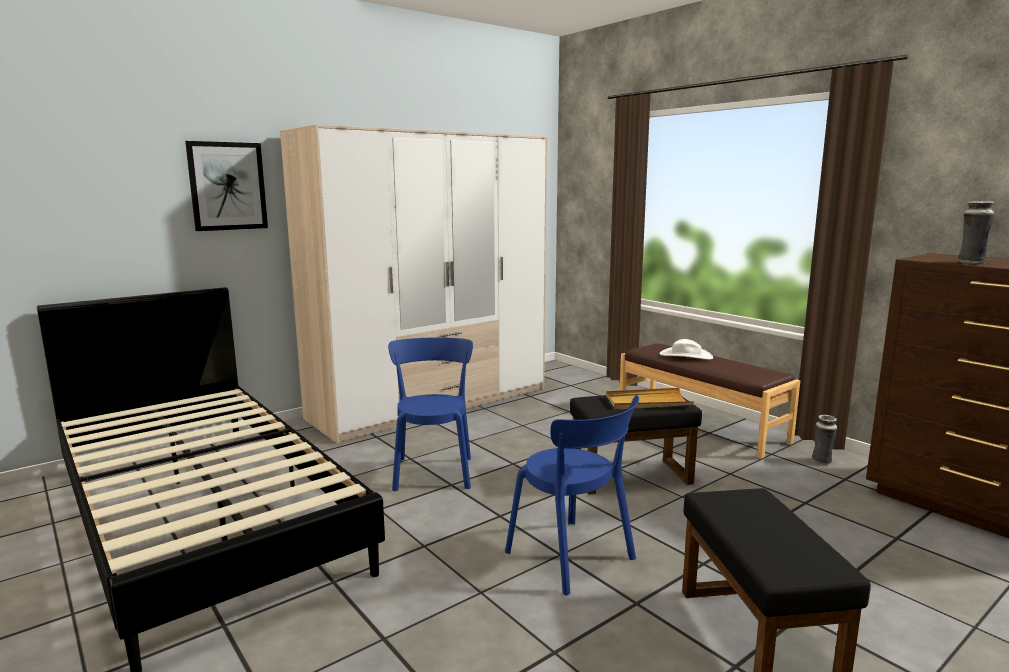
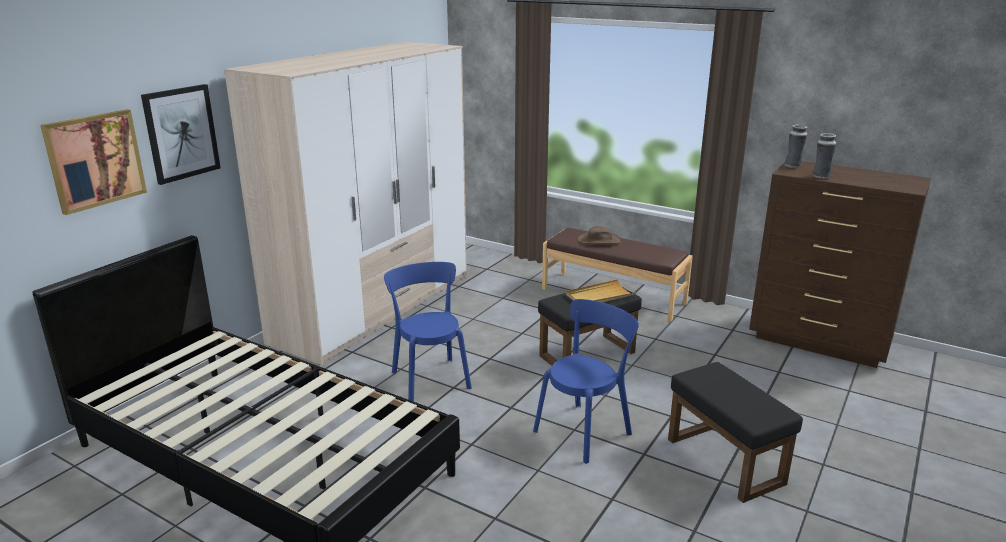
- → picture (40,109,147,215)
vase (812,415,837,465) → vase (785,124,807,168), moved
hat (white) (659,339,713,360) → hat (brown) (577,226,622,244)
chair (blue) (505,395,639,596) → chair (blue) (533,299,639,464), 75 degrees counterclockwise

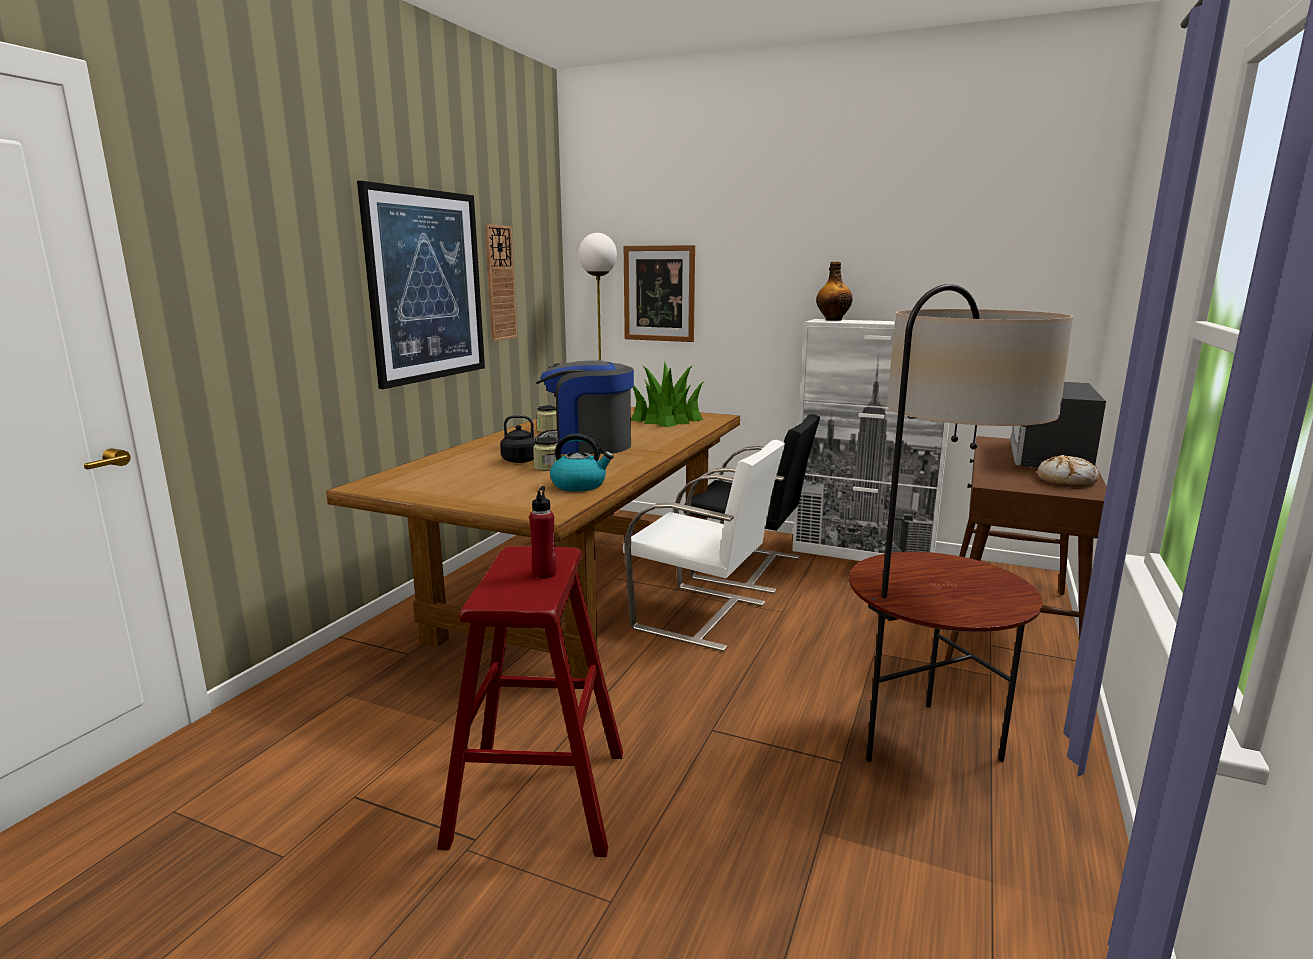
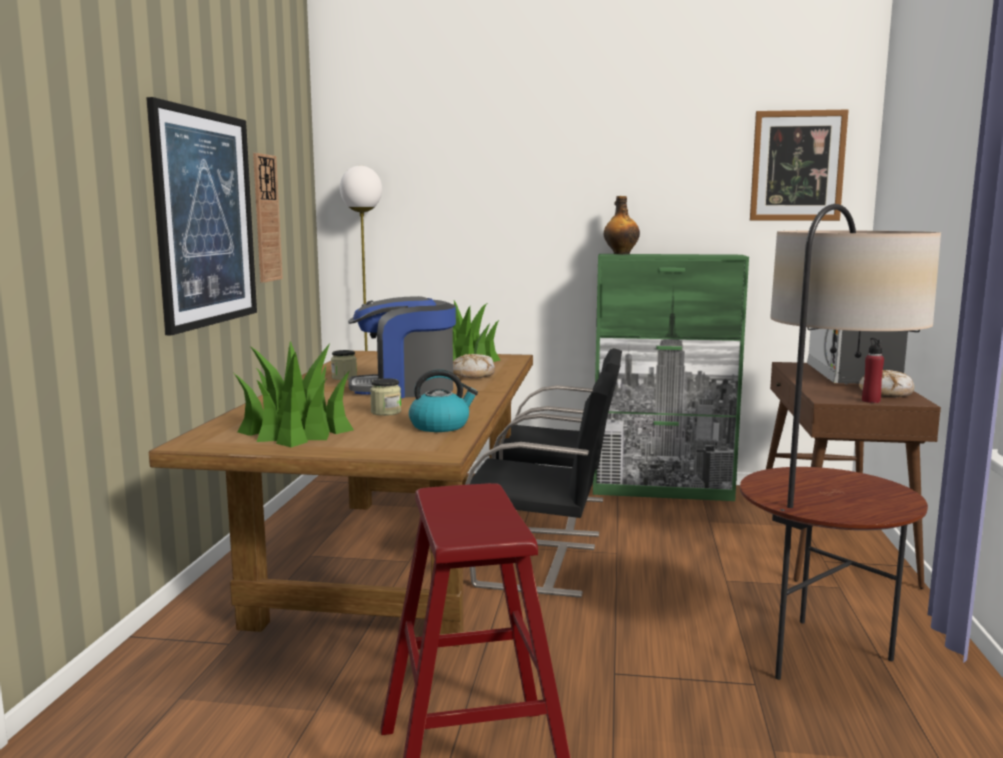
kettle (black) (500,415,549,463) → -
- → potted plant (234,341,354,447)
- → bread (453,354,495,378)
bottle (red) (529,486,556,579) → bottle (red) (862,338,884,403), moved
picture (624,245,695,342) → picture (750,110,849,221), moved
chair (white) (623,440,785,652) → chair (black) (465,372,616,598)
cabinet (white) (792,319,949,561) → cabinet (green) (593,254,749,501)

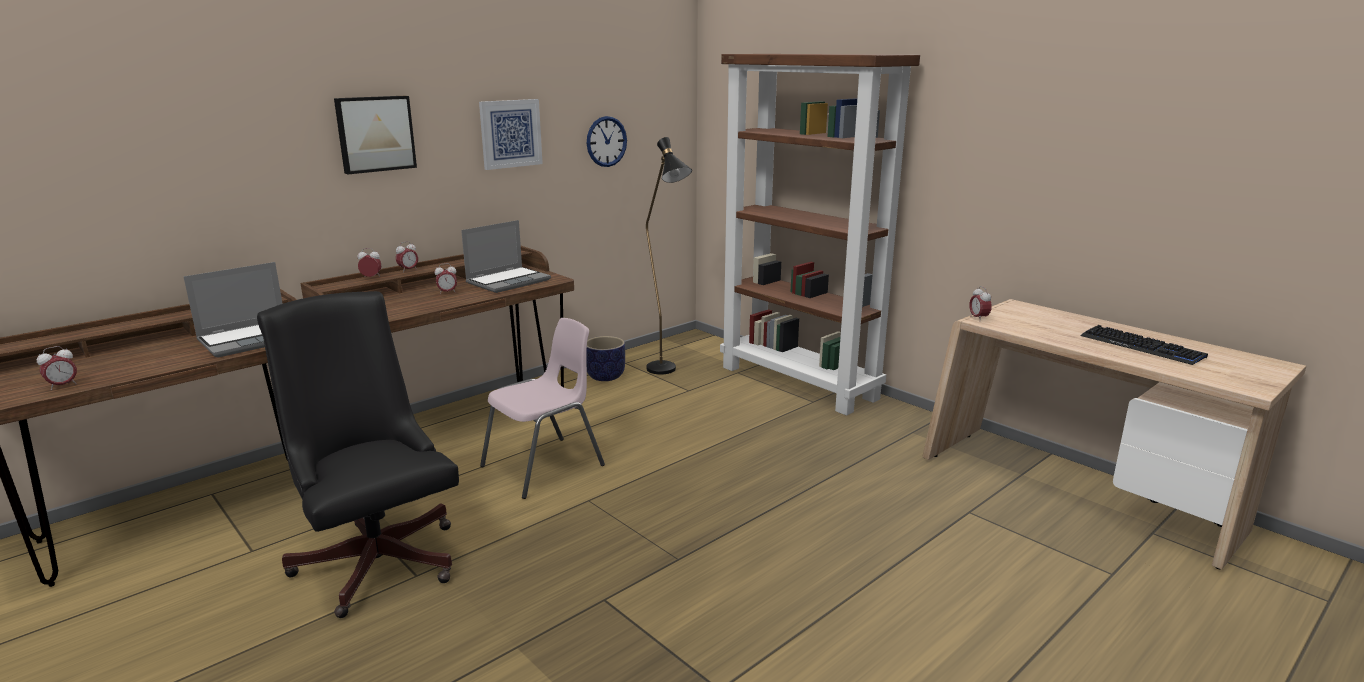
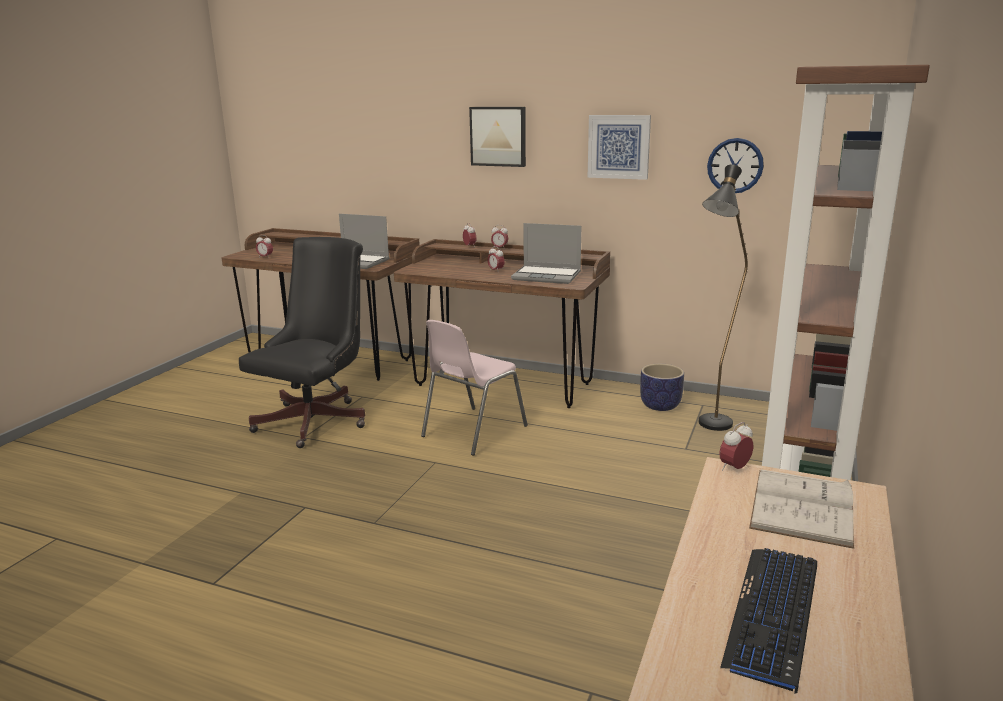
- → book (white) (749,469,854,549)
chair (pink) (480,318,605,499) → chair (pink) (421,320,528,456), 105 degrees clockwise

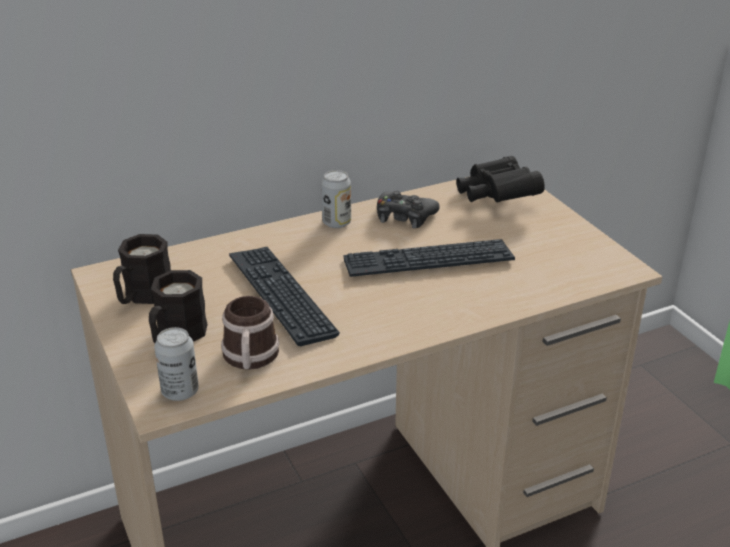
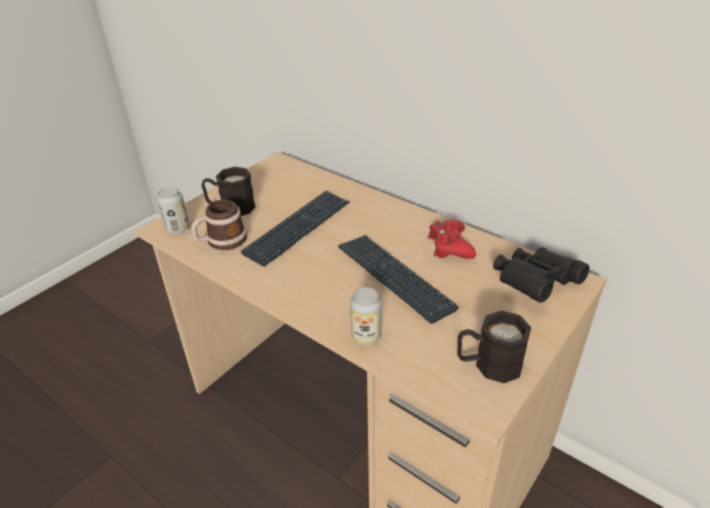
mug (black) (113,234,171,304) → mug (black) (457,310,531,383), moved
can (321,170,351,228) → can (350,287,382,345), moved
game controller (black) (377,191,440,229) → game controller (red) (428,220,476,259)

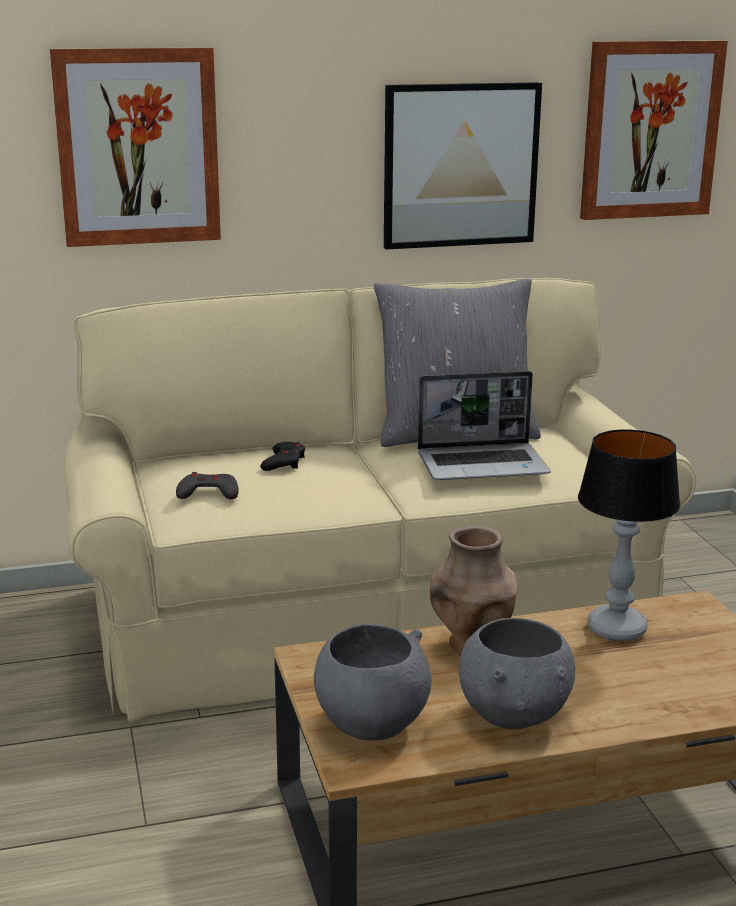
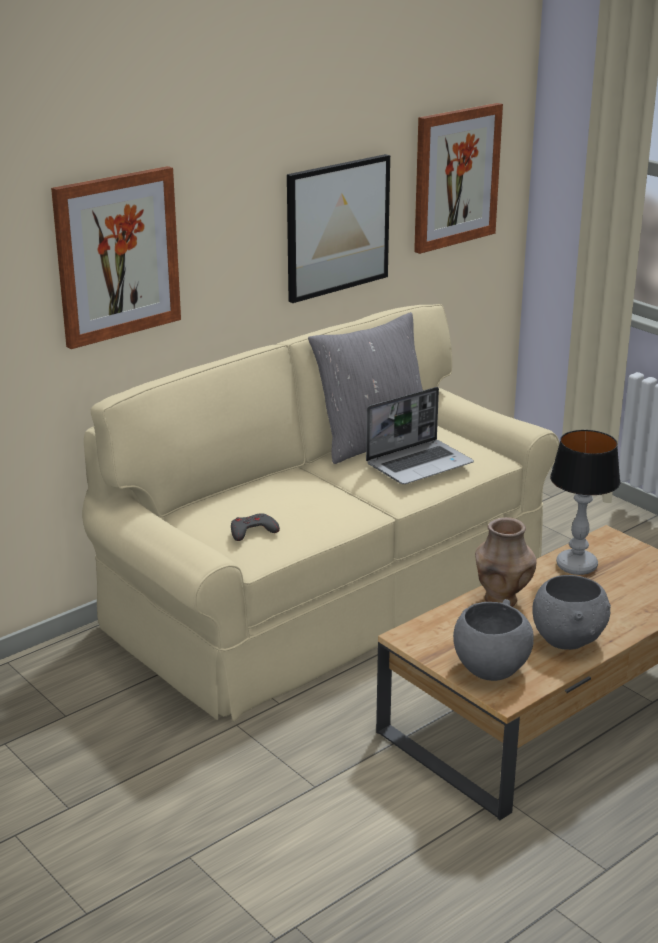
game controller (black) (260,442,305,471) → -

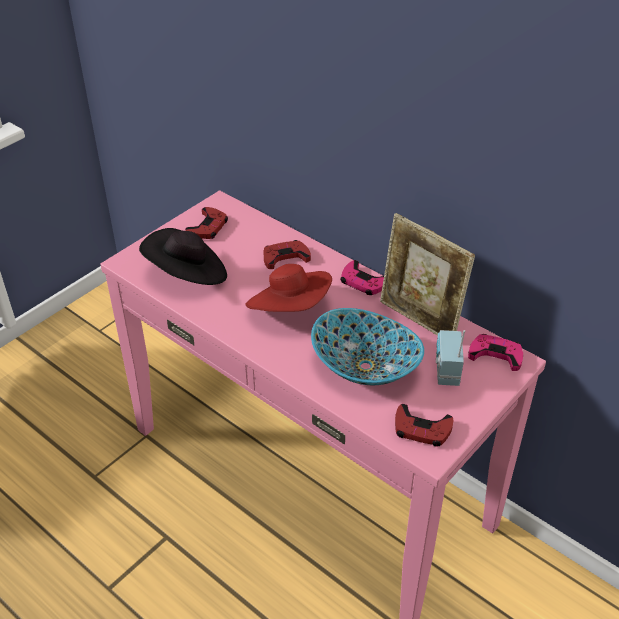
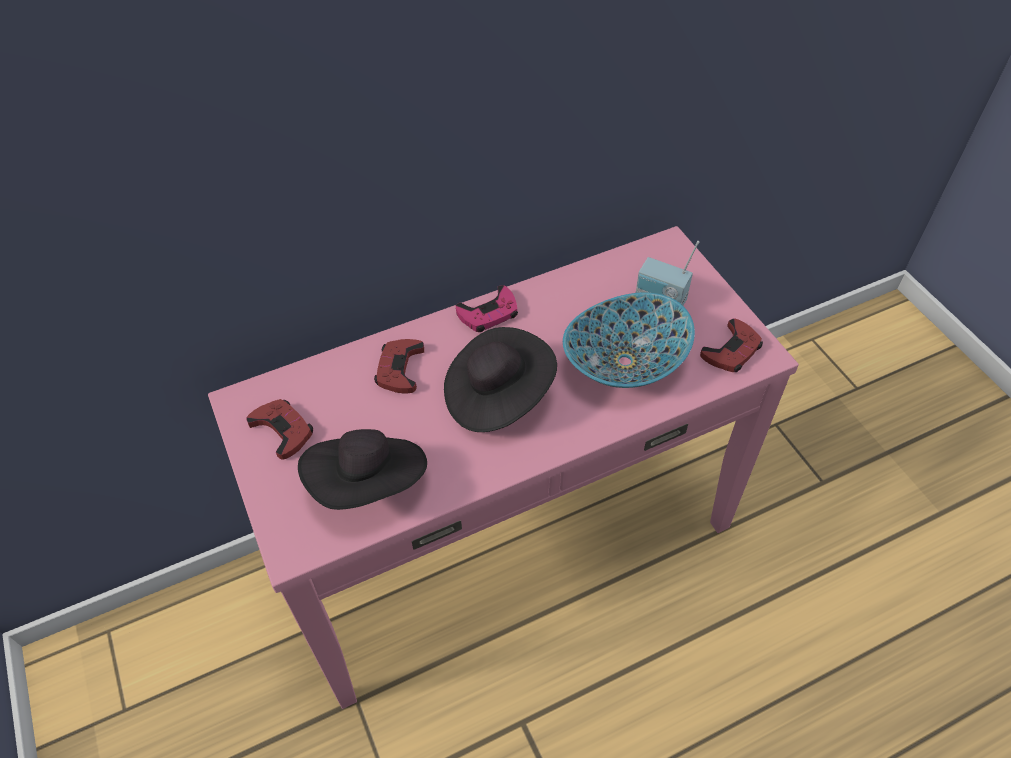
picture frame (380,213,475,336) → -
game controller (pink) (468,334,523,371) → -
hat (red) (246,264,332,312) → hat (black) (444,327,557,432)

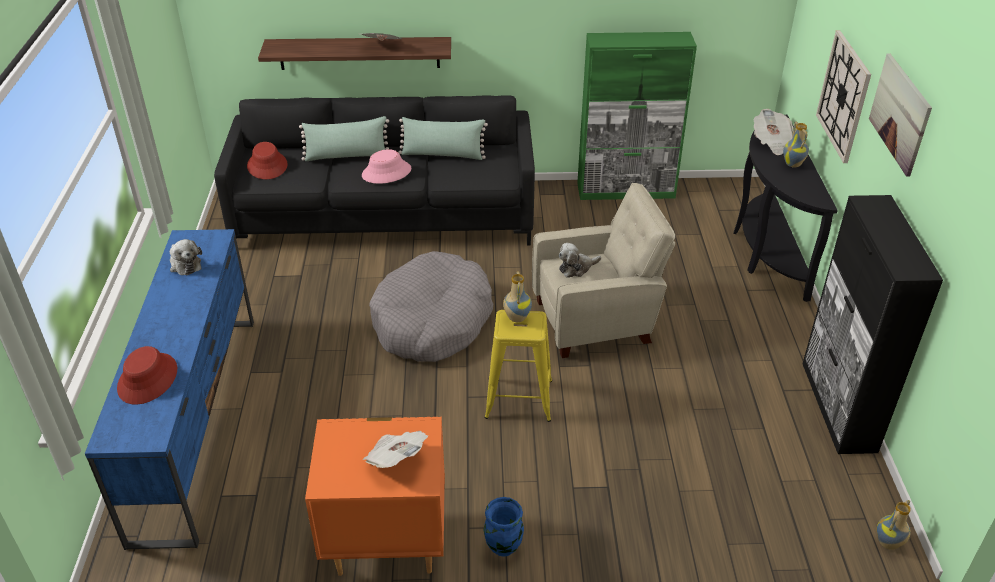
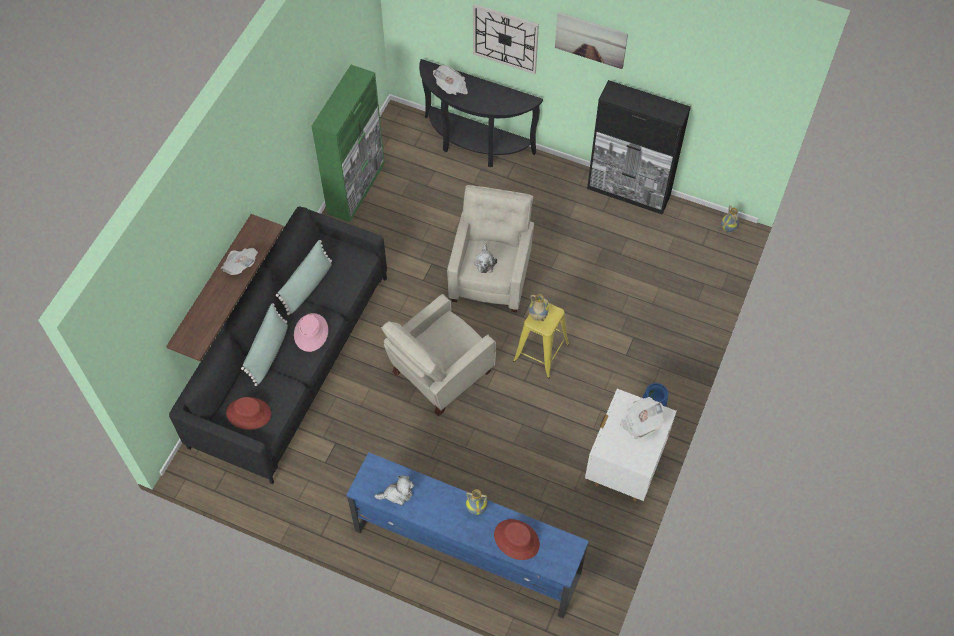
vase (783,122,809,167) → vase (466,489,488,515), moved
dog bed (grey) (369,251,493,362) → armchair (beige) (381,294,496,417)
nightstand (orange) (305,417,445,576) → nightstand (white) (585,389,677,501)

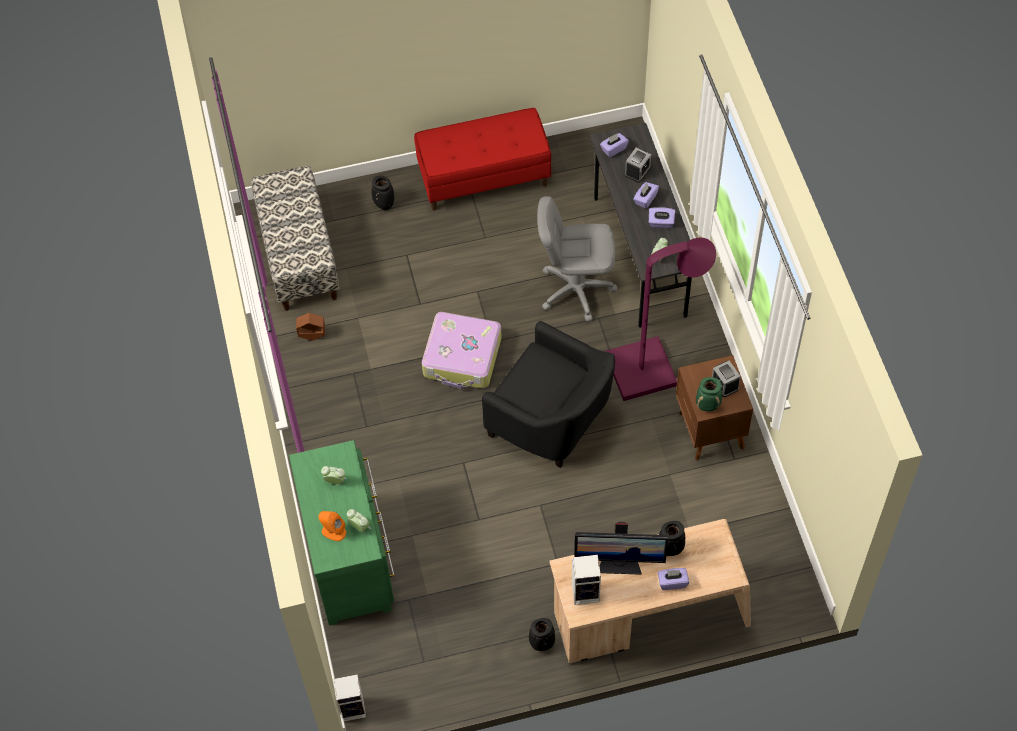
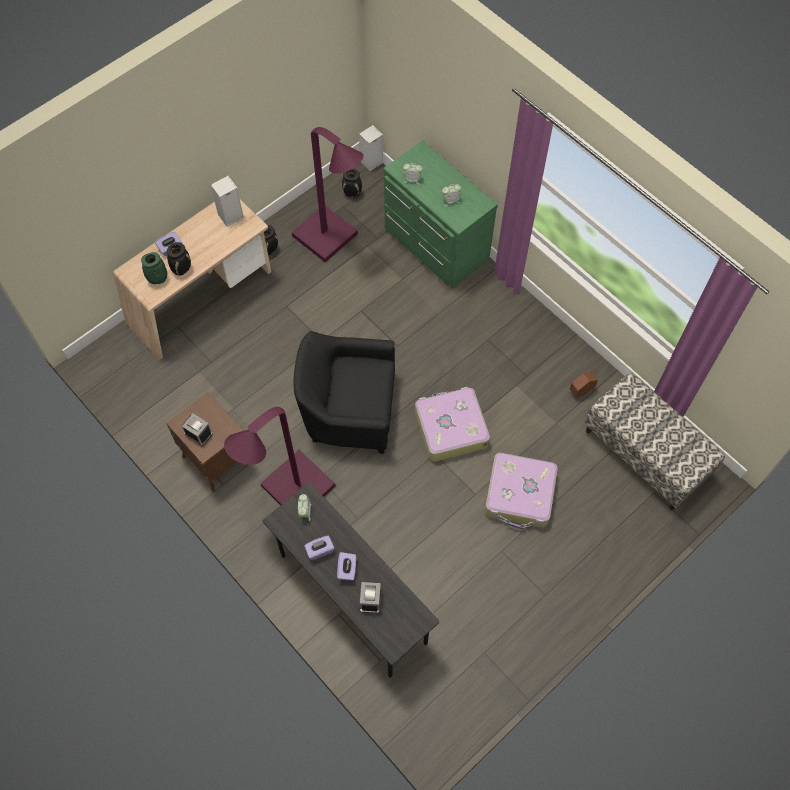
speaker (orange) (318,511,346,541) → -
bench (red) (414,108,551,211) → -
office chair (grey) (537,196,617,322) → -
monitor (575,522,669,575) → -
tissue box (purple) (600,133,629,157) → -
- → floor lamp (purple) (291,127,363,262)
- → suitcase (484,453,558,530)
vase (black) (372,176,394,210) → vase (black) (342,169,362,198), moved
vase (green) (696,377,722,412) → vase (green) (141,252,167,284), moved

